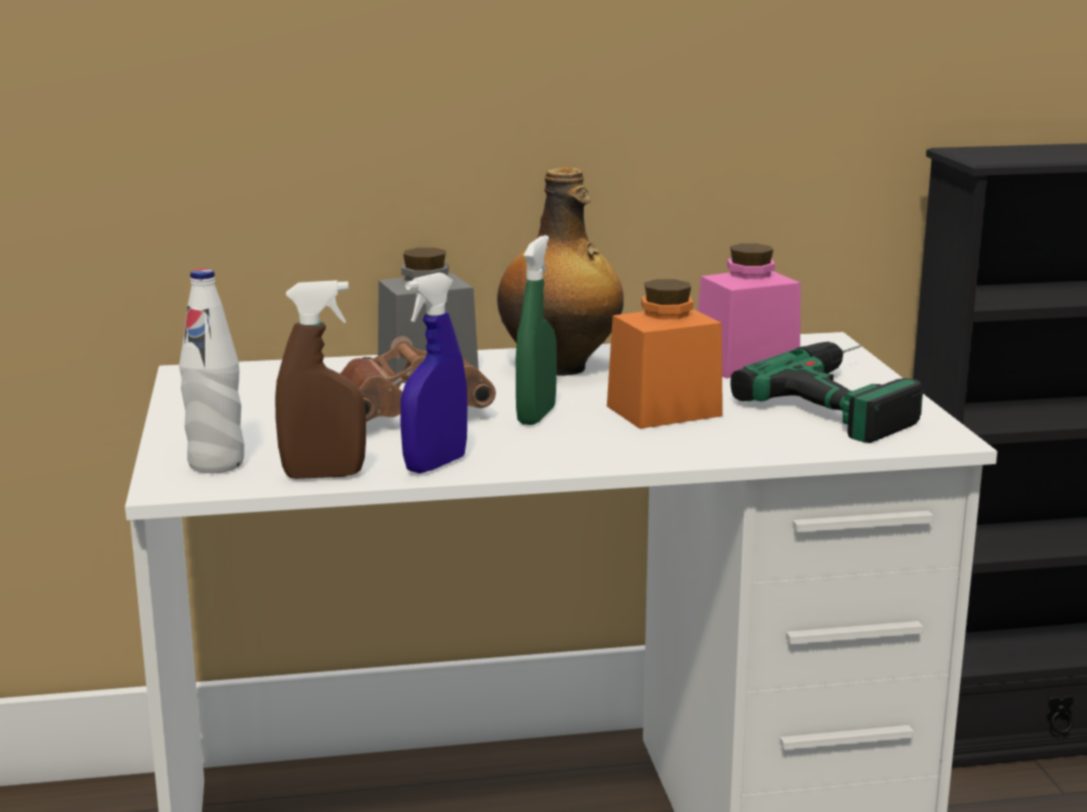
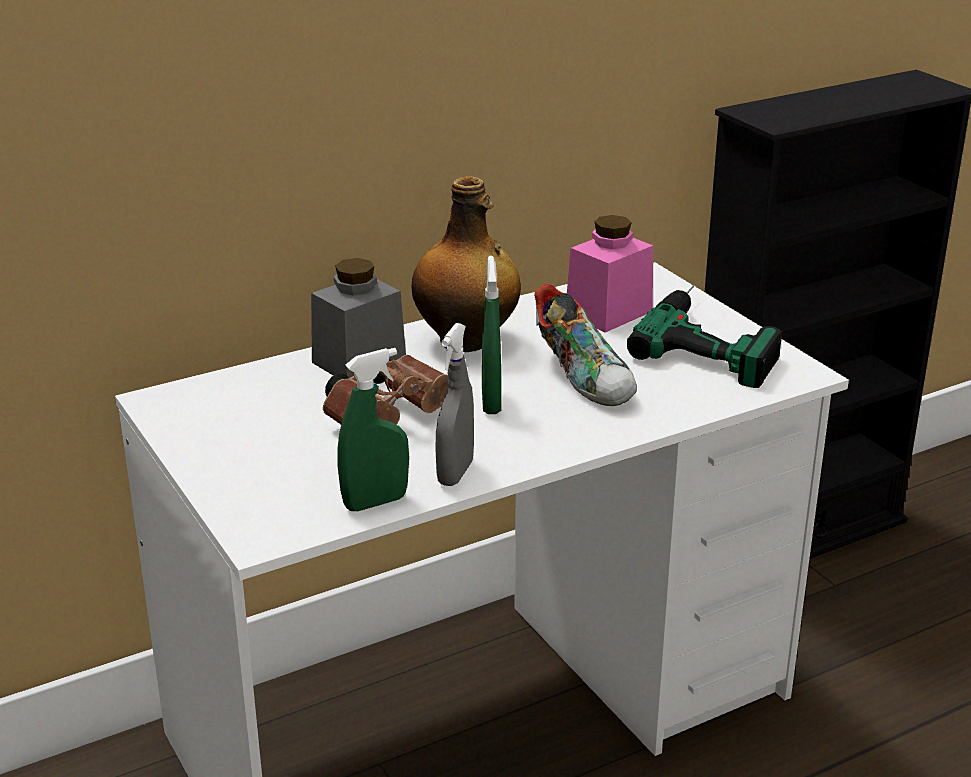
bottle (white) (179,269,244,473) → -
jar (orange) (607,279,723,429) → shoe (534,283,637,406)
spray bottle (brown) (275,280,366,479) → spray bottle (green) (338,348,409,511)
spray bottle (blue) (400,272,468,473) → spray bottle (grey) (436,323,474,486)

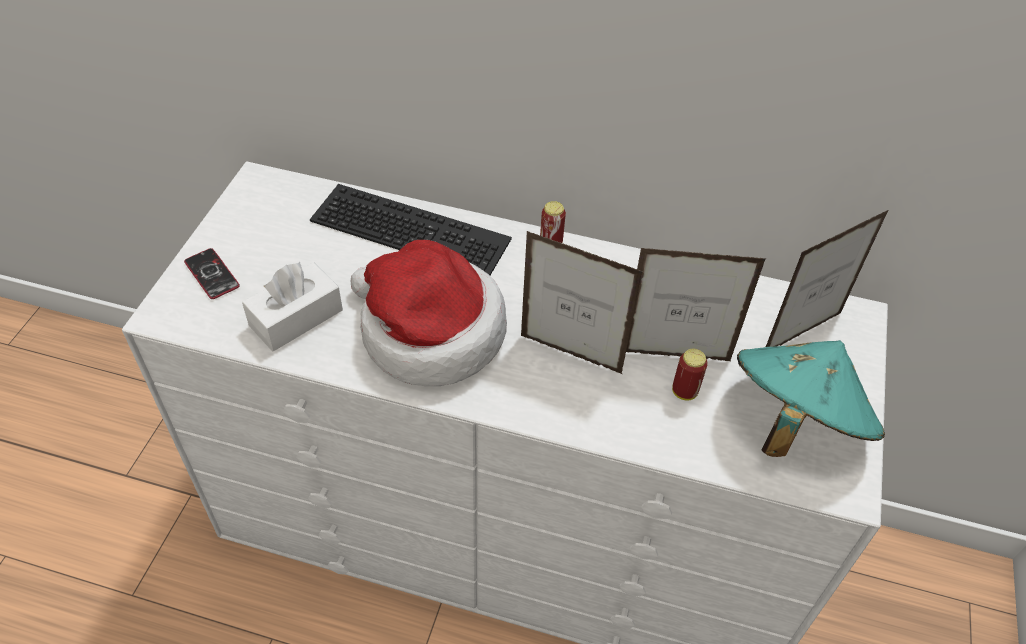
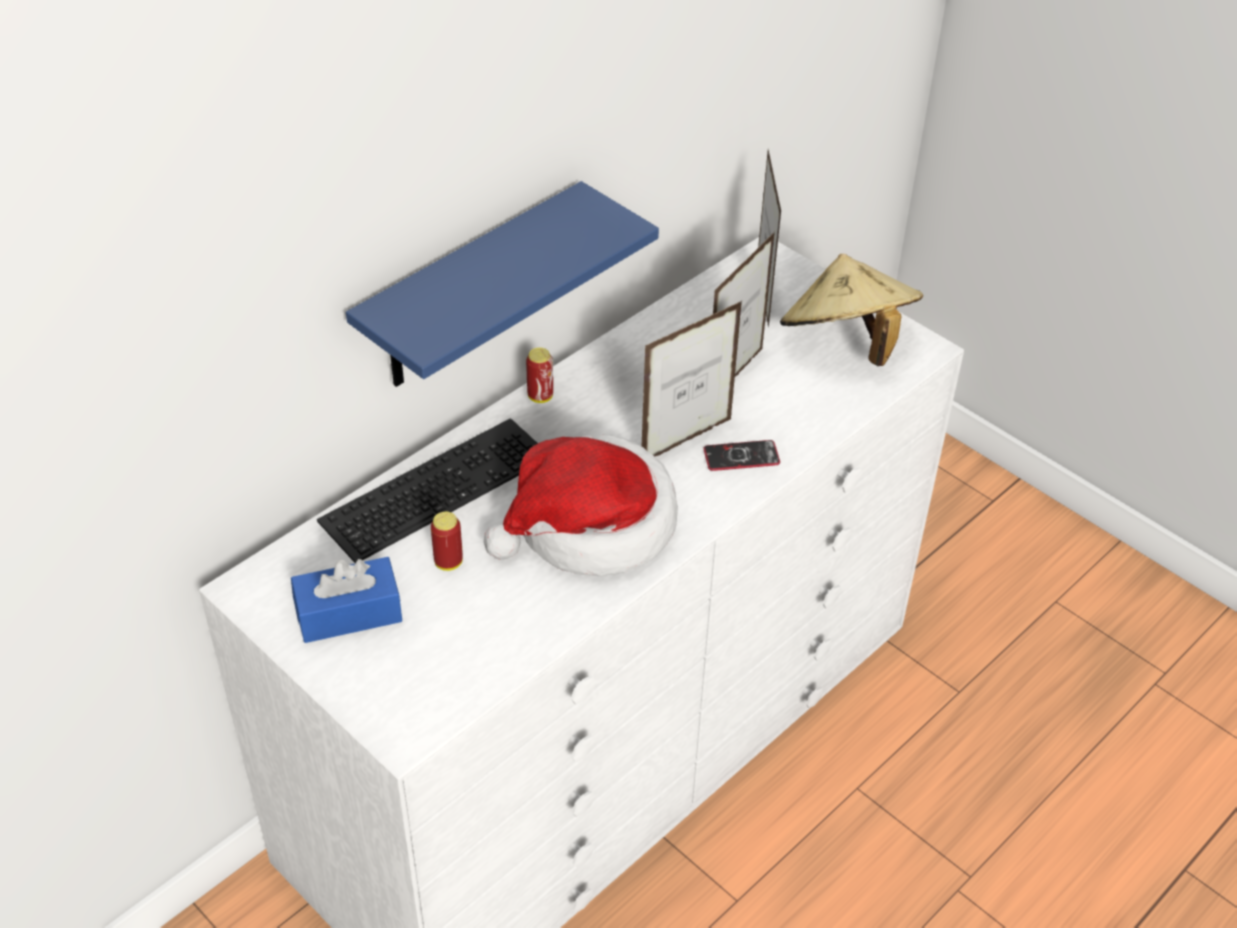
tissue box (white) (242,262,343,351) → -
- → tissue box (blue) (291,557,402,643)
- → shelf (blue) (346,181,659,387)
phone (184,248,240,299) → phone (703,440,780,471), moved
can (672,349,708,400) → can (431,512,463,571), moved
hat (turquoise) (737,340,885,457) → hat (beige) (780,254,923,366)

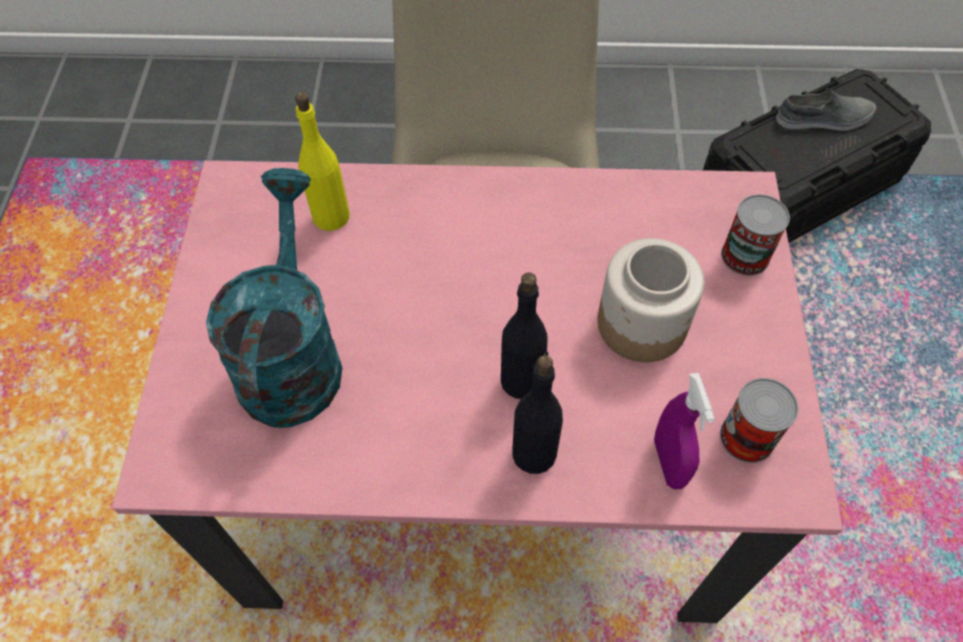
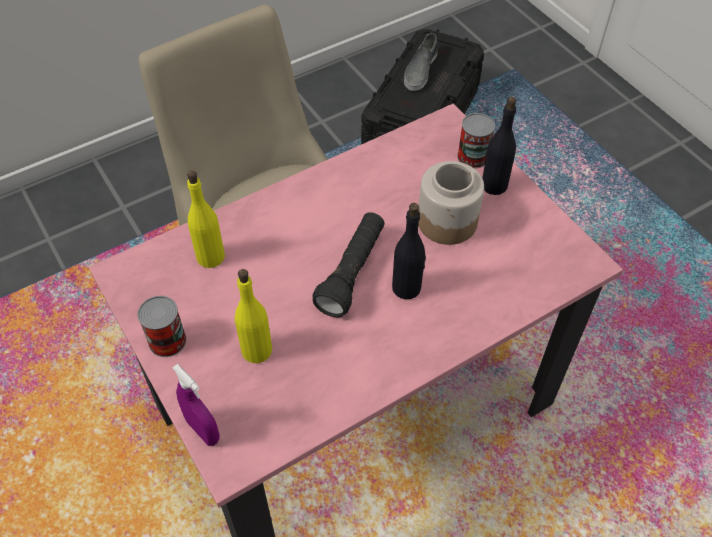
- → flashlight (black) (312,212,385,317)
bottle (black) (512,355,563,474) → bottle (black) (482,97,516,195), moved
spray bottle (purple) (654,373,715,489) → spray bottle (purple) (172,364,219,446), moved
can (720,378,798,463) → can (137,296,187,357), moved
watering can (turquoise) (206,168,342,428) → bottle (yellow) (235,269,272,363)
shoe (grey) (776,88,876,131) → shoe (grey) (404,33,438,91), 150 degrees clockwise

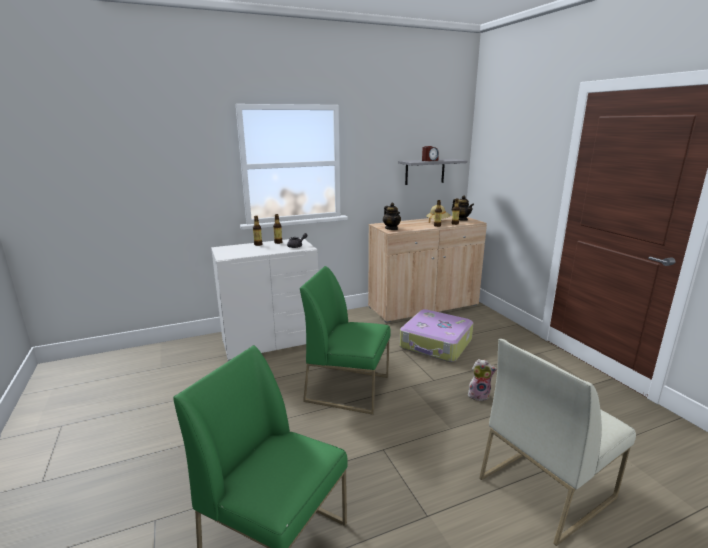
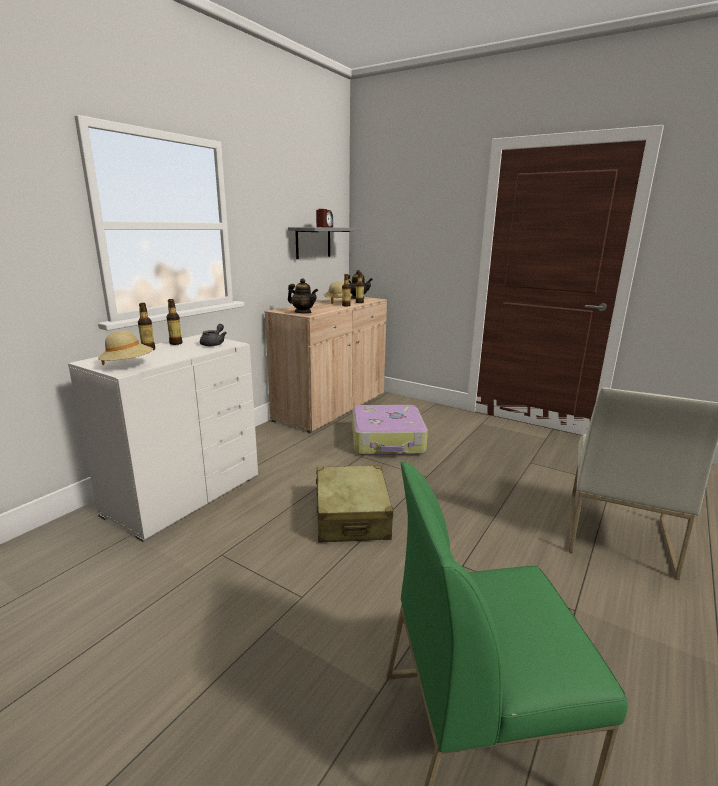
plush toy (468,359,497,401) → -
- → hat (beige) (98,331,153,365)
chair (green) (300,266,391,415) → suitcase (beige) (316,465,393,543)

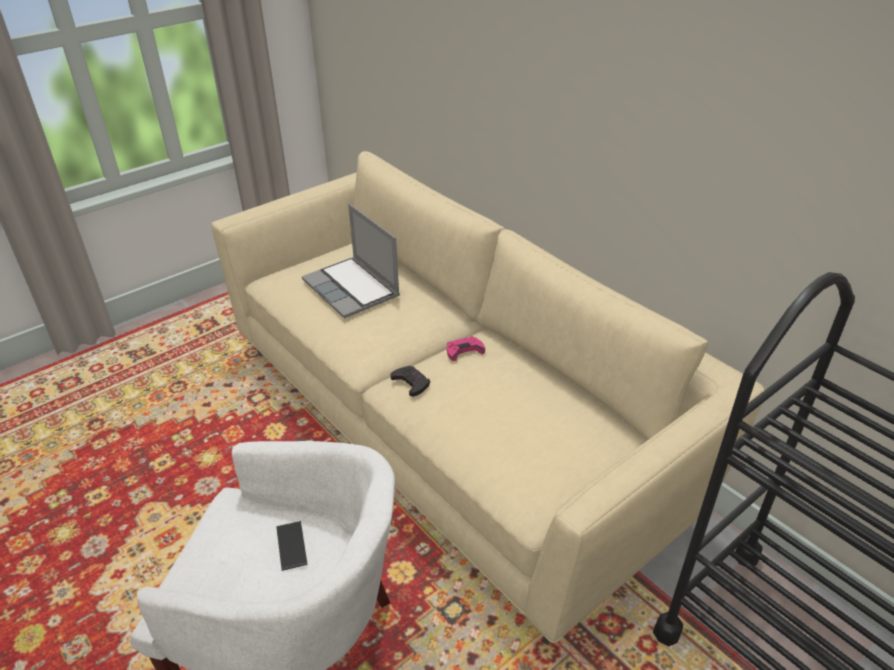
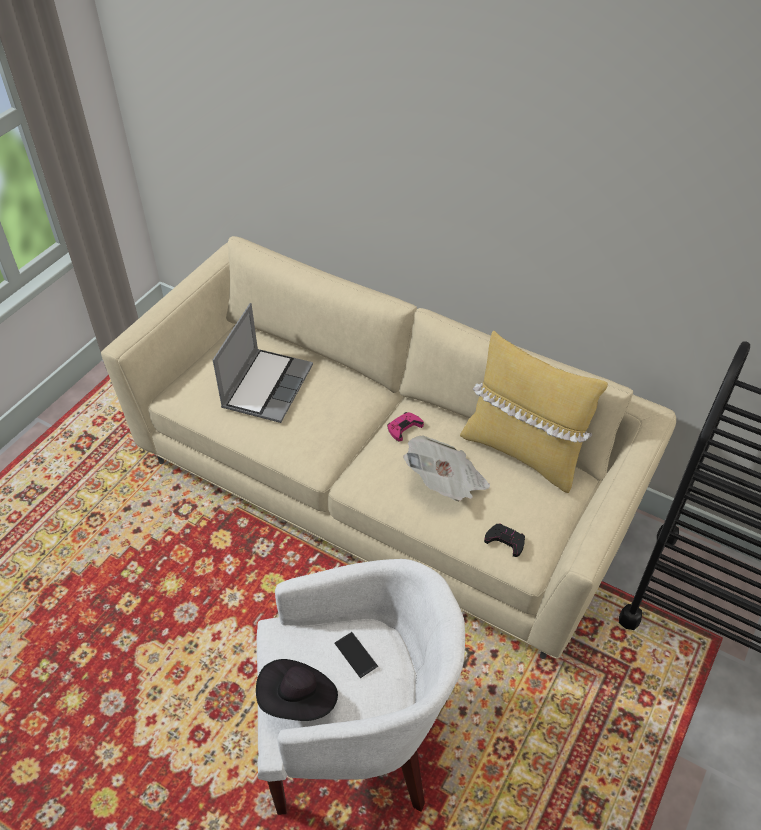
- → hat (black) (256,659,338,721)
- → newspaper (403,435,490,501)
- → pillow (yellow) (460,331,608,493)
game controller (black) (391,366,430,397) → game controller (black) (484,524,525,557), moved
laptop (302,204,400,319) → laptop (213,303,313,423), 105 degrees counterclockwise

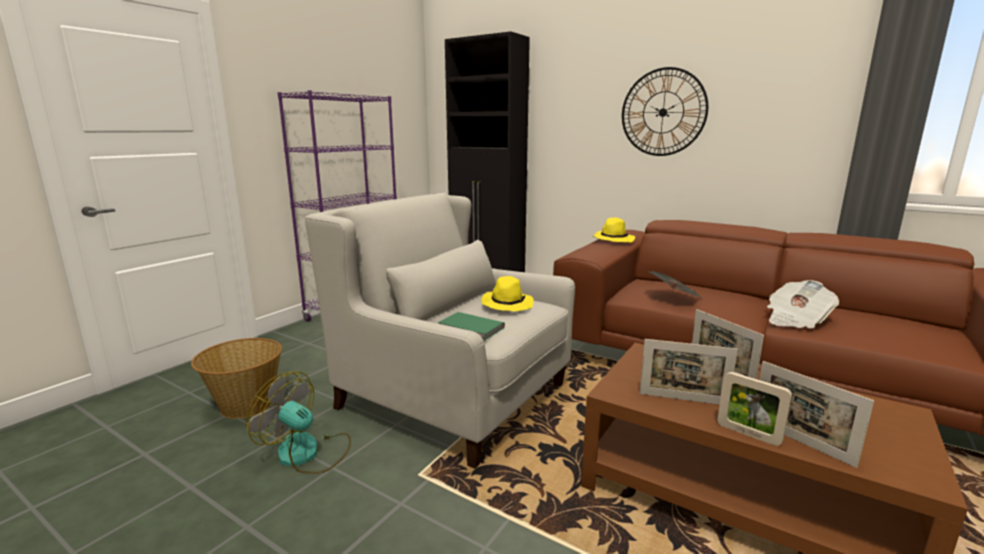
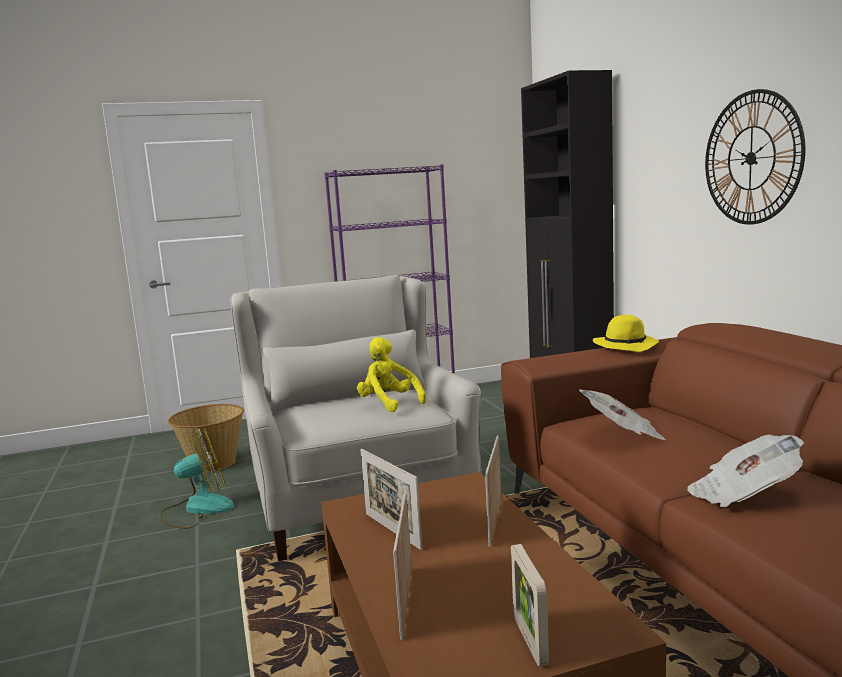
book (green) (438,312,505,340) → -
picture frame (717,372,792,446) → picture frame (511,544,549,666), moved
hat (yellow) (482,276,534,311) → plush toy (yellow) (357,337,426,412)
fan (246,372,351,474) → fan (160,428,234,529), 90 degrees clockwise

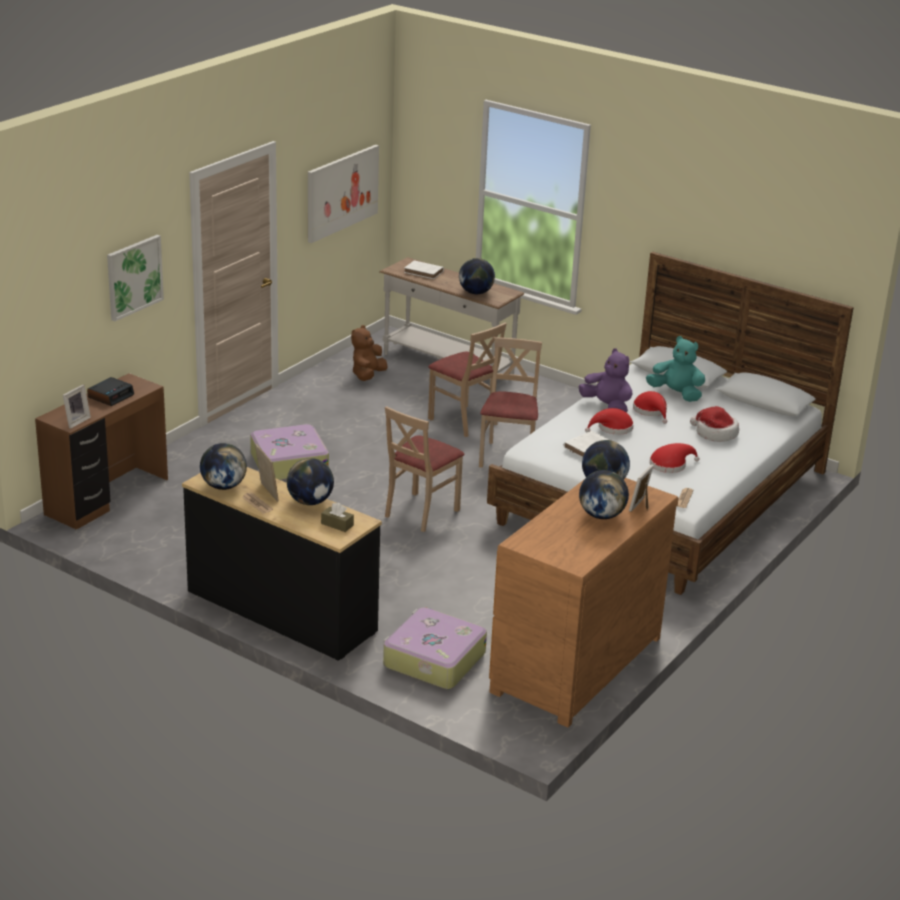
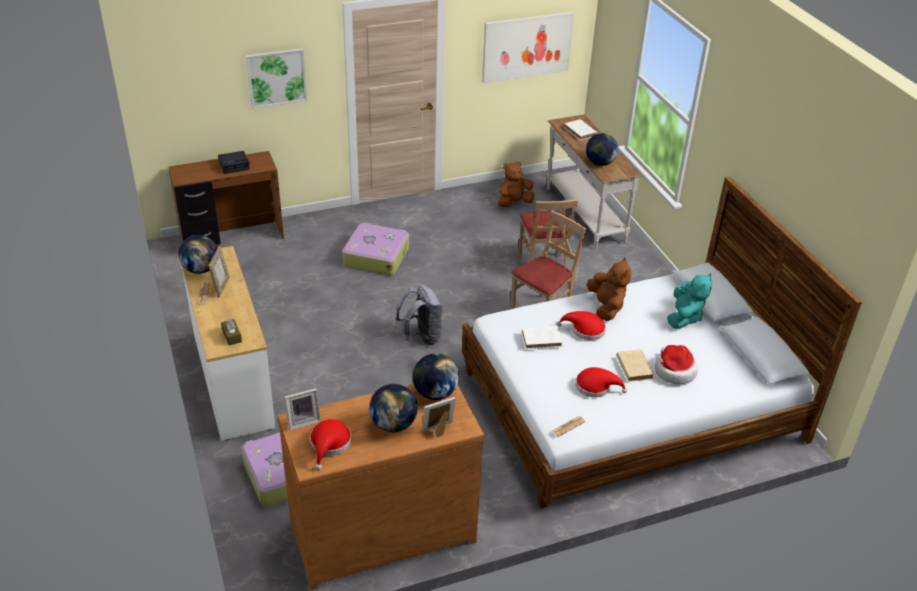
globe (287,458,334,505) → -
- → book (beige) (616,349,654,382)
picture frame (63,384,91,429) → picture frame (285,388,321,430), moved
hat (red) (633,391,668,424) → hat (red) (310,419,352,470), moved
chair (beige) (385,406,465,532) → backpack (grey) (396,285,443,345)
dresser (black) (182,467,382,661) → dresser (white) (181,246,276,441)
plush toy (purple) (579,348,632,412) → plush toy (brown) (587,258,631,321)
plush toy (turquoise) (646,336,705,402) → plush toy (turquoise) (667,273,712,329), 45 degrees clockwise

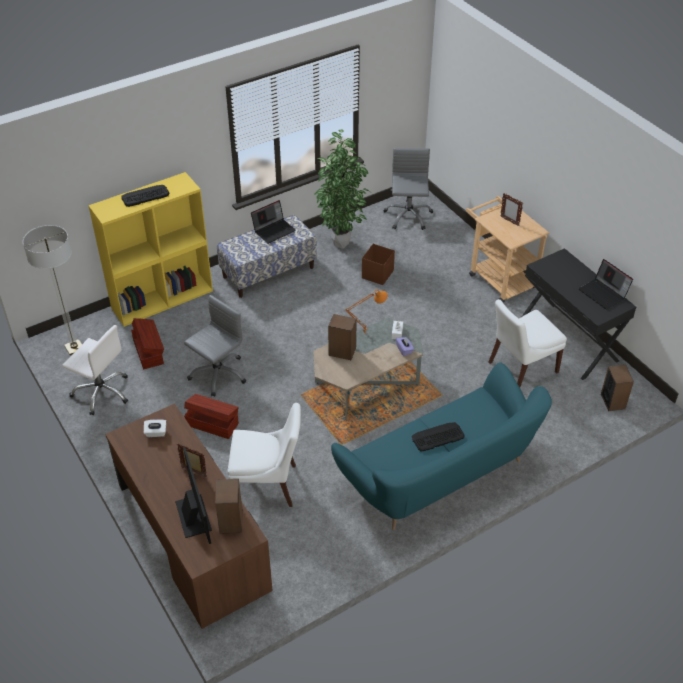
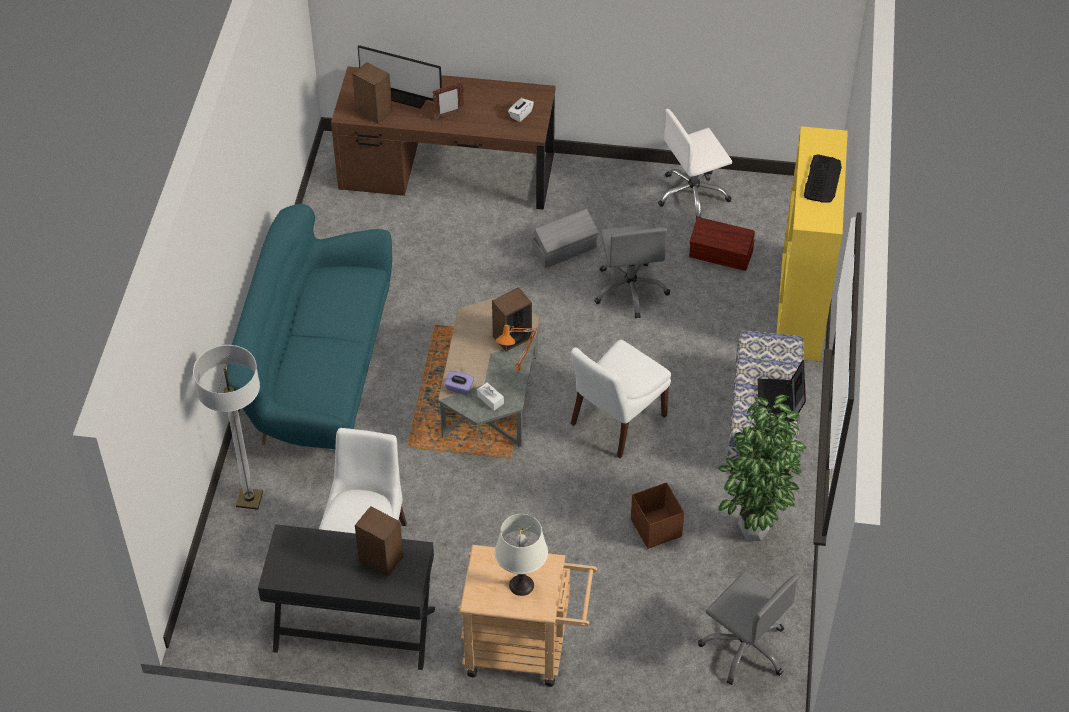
keyboard (412,422,465,452) → -
laptop (579,259,633,310) → -
floor lamp (23,225,82,355) → floor lamp (193,345,263,510), moved
chair (white) (228,403,301,507) → chair (white) (571,339,671,458), moved
speaker (601,365,634,411) → speaker (355,506,403,576), moved
picture frame (500,193,523,226) → table lamp (white) (495,514,548,596)
storage box (brown) (184,394,239,439) → storage box (grey) (532,209,599,268)

